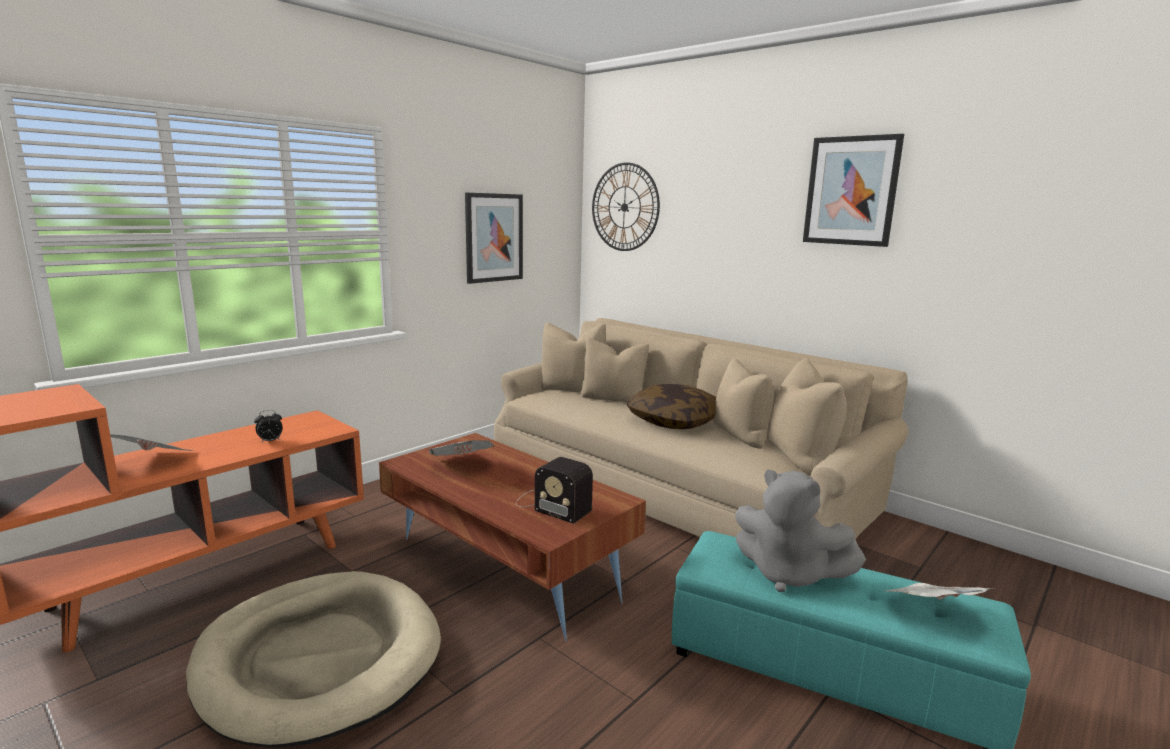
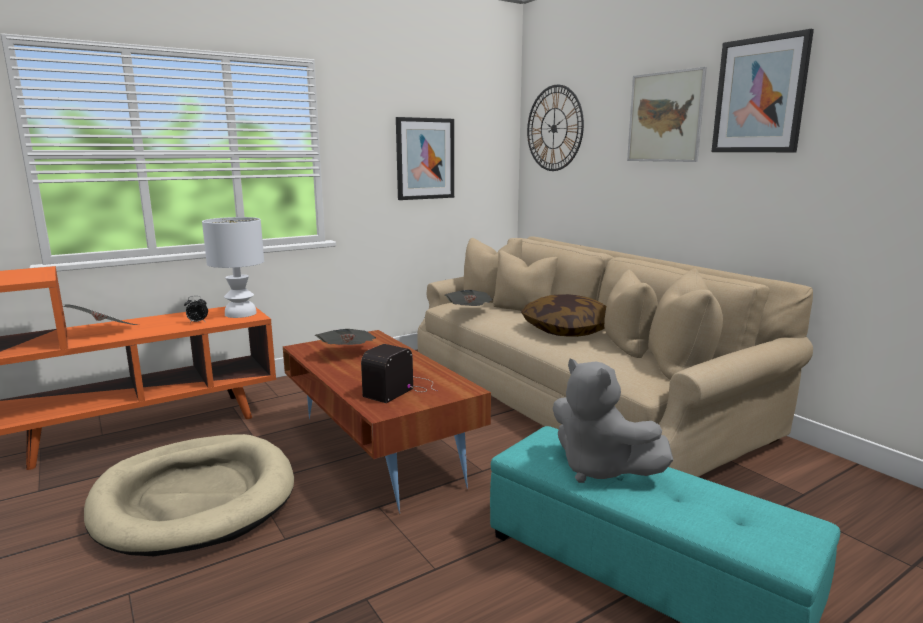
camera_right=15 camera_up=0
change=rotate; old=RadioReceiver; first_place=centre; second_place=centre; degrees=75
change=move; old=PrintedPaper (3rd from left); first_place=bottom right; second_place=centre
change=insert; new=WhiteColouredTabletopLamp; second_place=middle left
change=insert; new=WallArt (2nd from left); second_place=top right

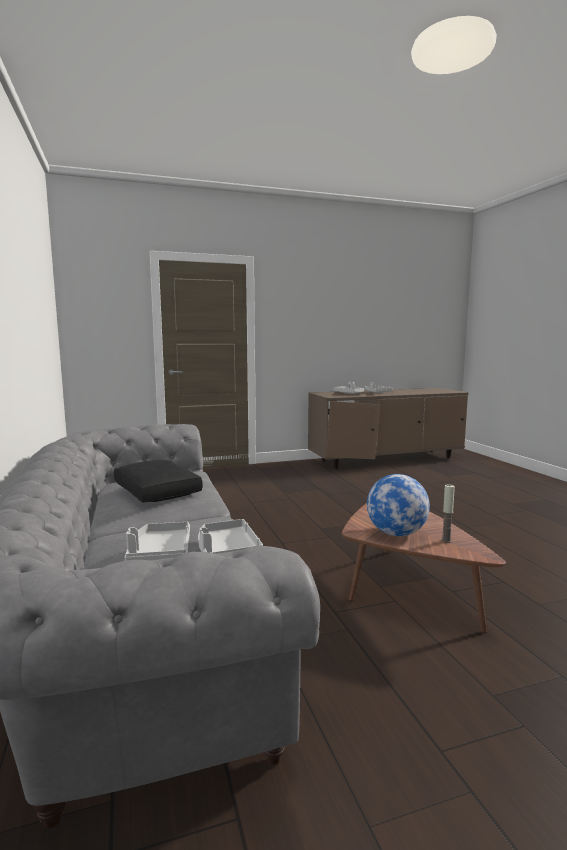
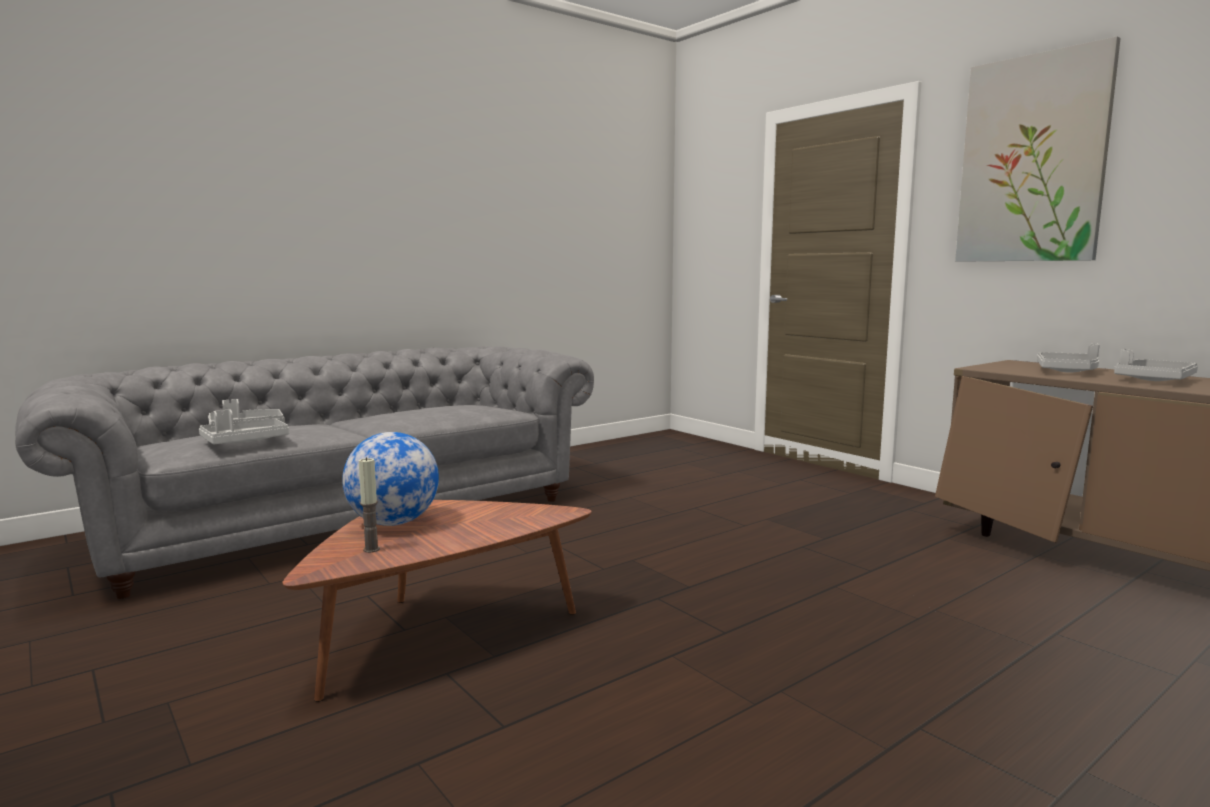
camera_right=70 camera_up=0
change=delete; old=BlackColouredPillow; first_place=middle left
change=insert; new=WallArt; second_place=top right

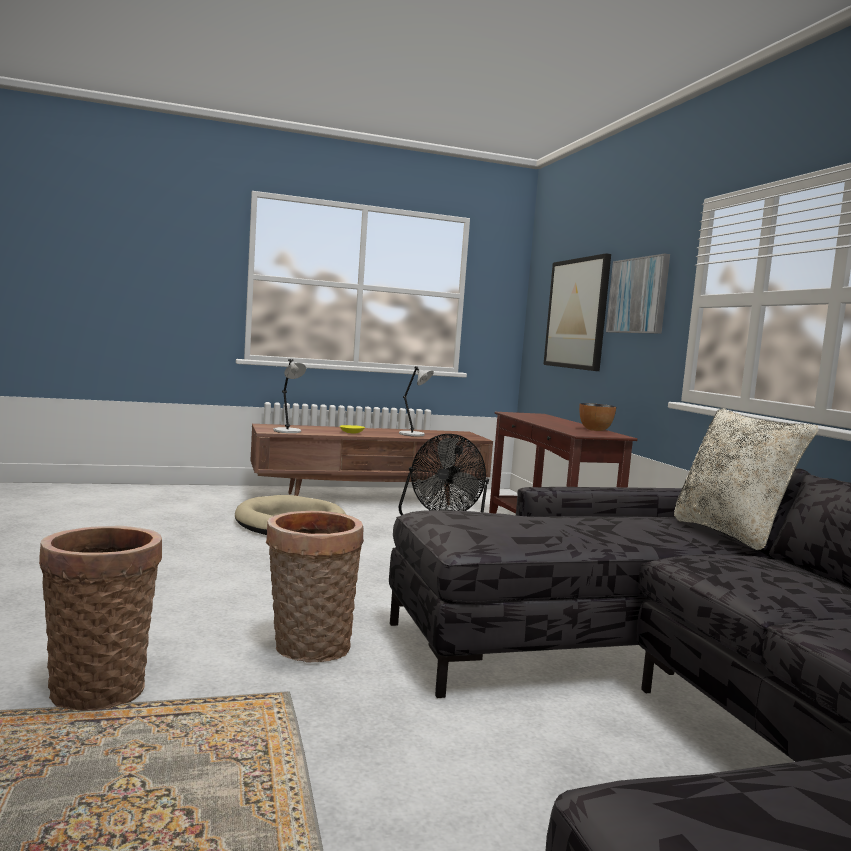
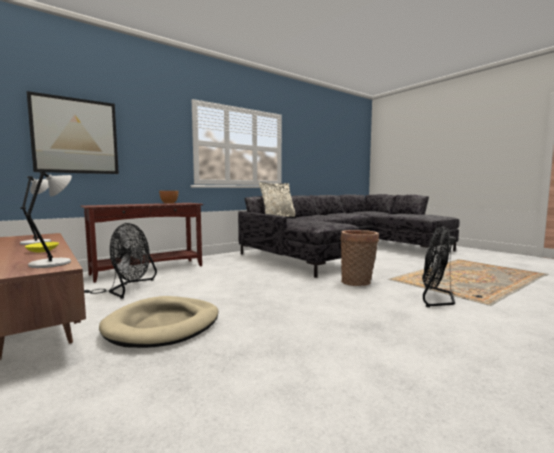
camera_right=-110 camera_up=0
change=replace; old=Basket (1st from left); new=BlackColouredFan (2nd from left); first_place=bottom left; second_place=middle right
change=delete; old=WallArt (2nd from left); first_place=middle right

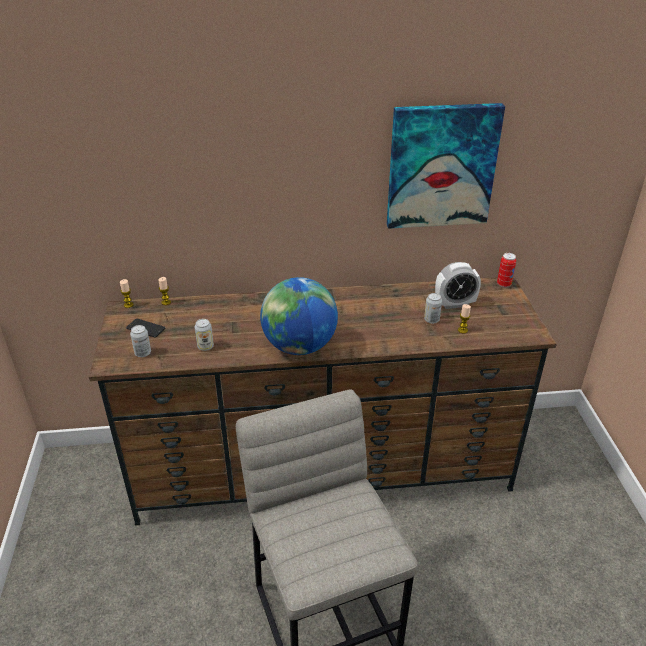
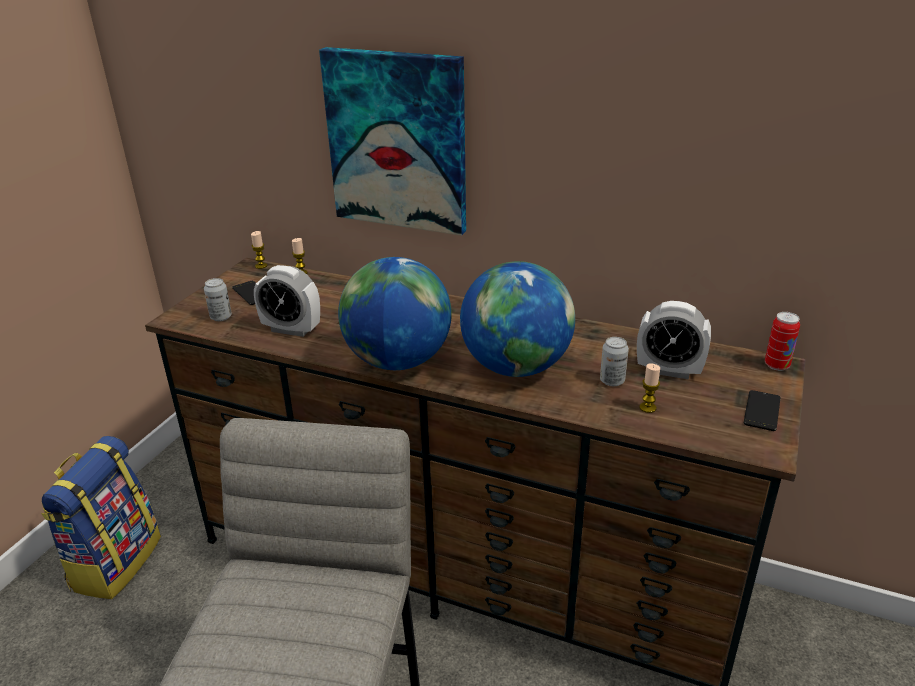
camera_right=30 camera_up=-5
change=replace; old=MetalCan (2nd from left); new=BedsideClock (1st from left); first_place=middle left; second_place=middle left
change=move; old=WallArt; first_place=top right; second_place=top centre
change=insert; new=Knapsack; second_place=bottom left
change=insert; new=DeskGlobe (2nd from left); second_place=centre
change=insert; new=Handset (2nd from left); second_place=middle right

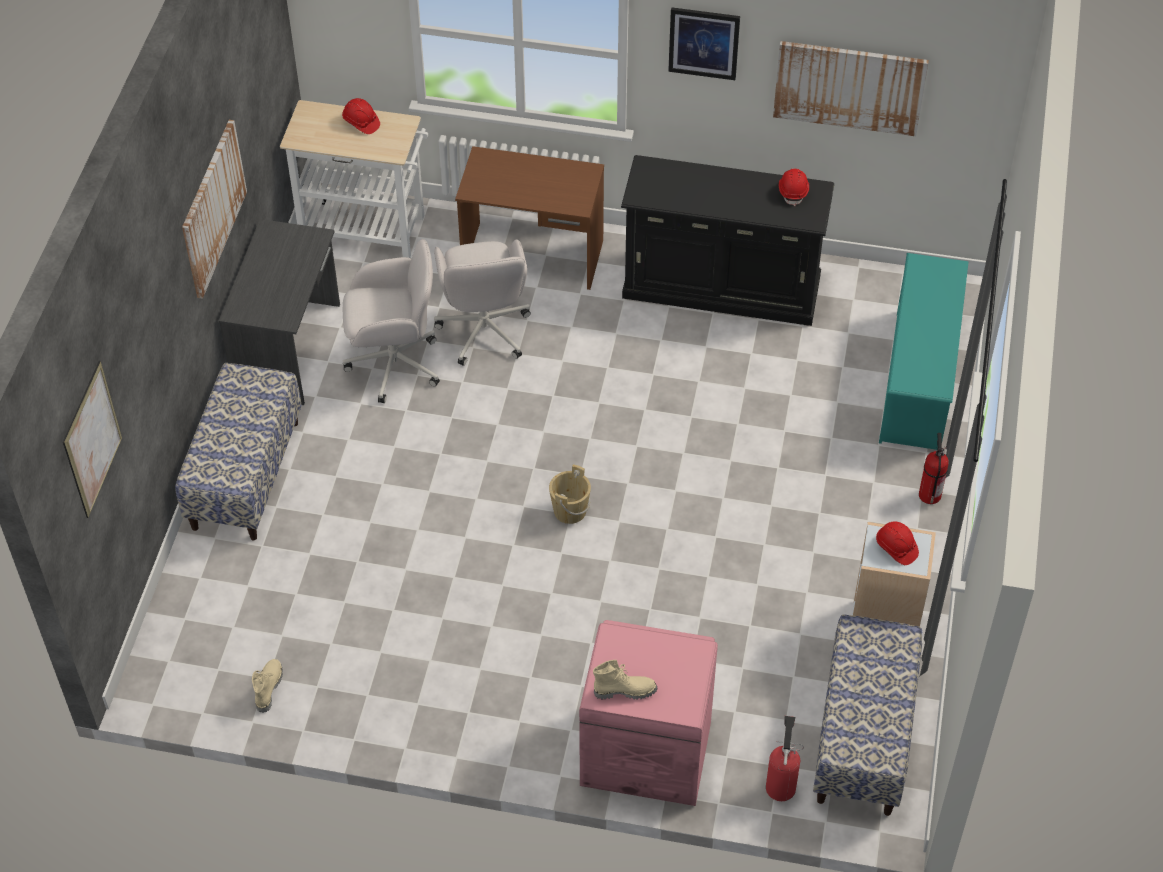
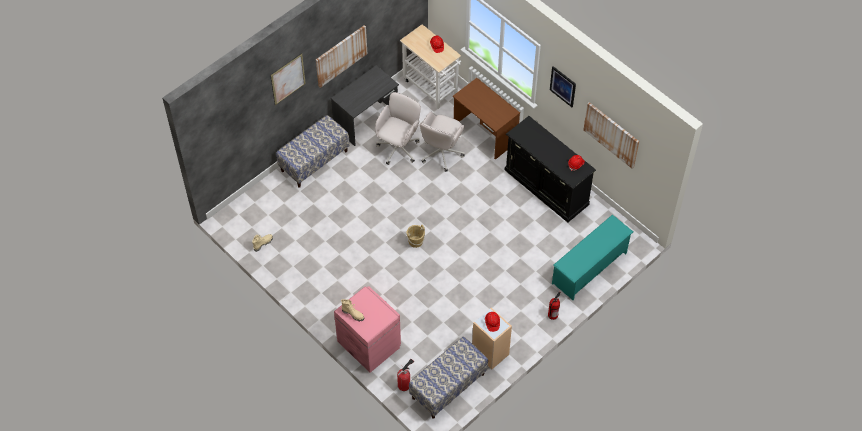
camera_right=35 camera_up=5
change=move; old=WallArt (1st from left); first_place=middle left; second_place=top centre
change=rotate; old=WhiteColouredDeskChair (1st from left); first_place=centre; second_place=top centre; degrees=-90

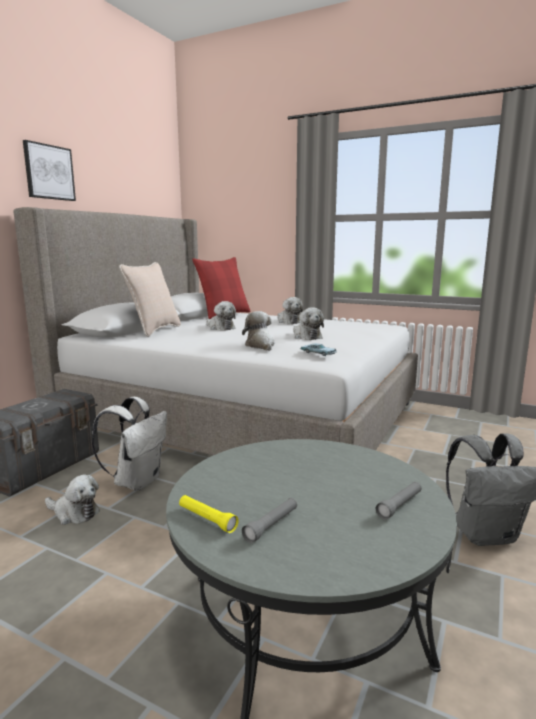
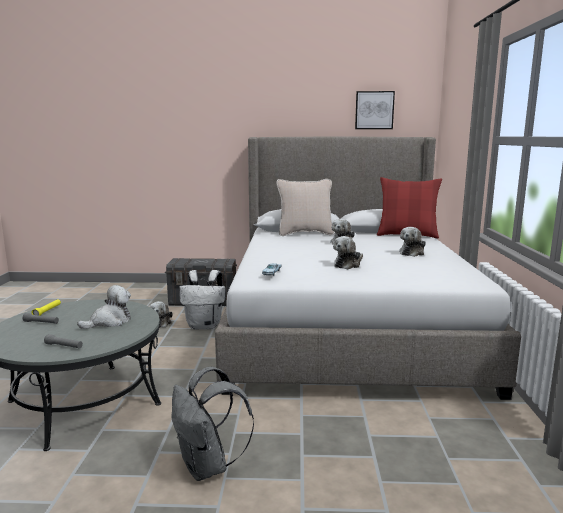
camera_right=65 camera_up=0
change=move; old=WallArt; first_place=top left; second_place=top centre
change=move; old=SoftToy (3rd from left in the first image); new=SoftToy (1st from left); first_place=centre; second_place=middle left

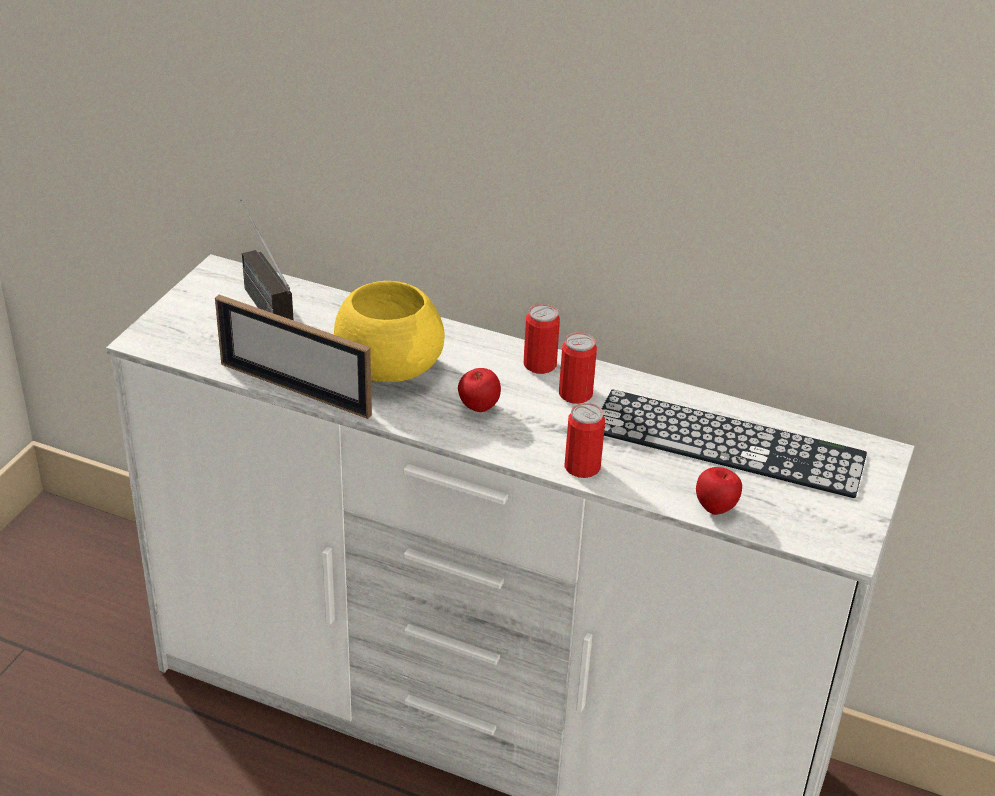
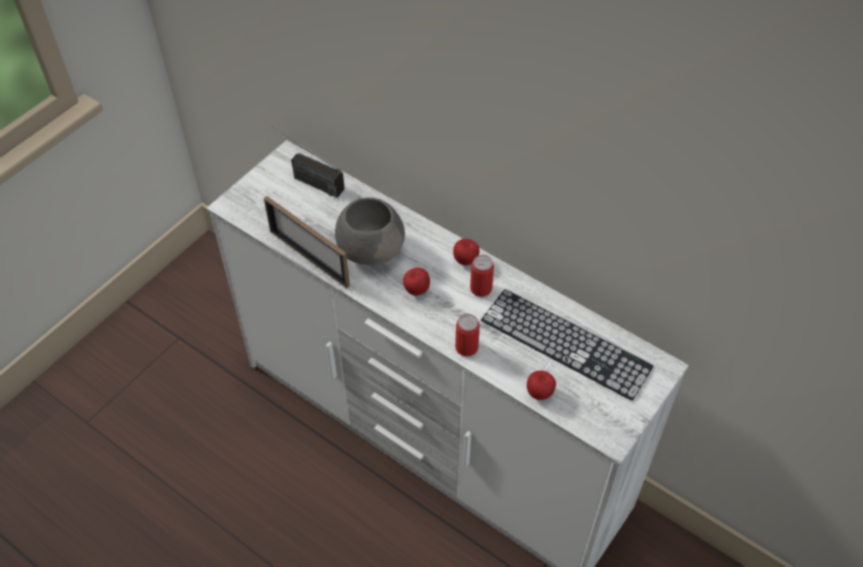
camera_right=15 camera_up=15
change=rotate; old=RadioReceiver; first_place=top left; second_place=top centre; degrees=-45
change=recolor; old=YellowColouredBowl; new=GreyBowl; first_place=centre; second_place=centre
change=replace; old=MetalCan (1st from left); new=WholeApple (2nd from left); first_place=centre; second_place=centre

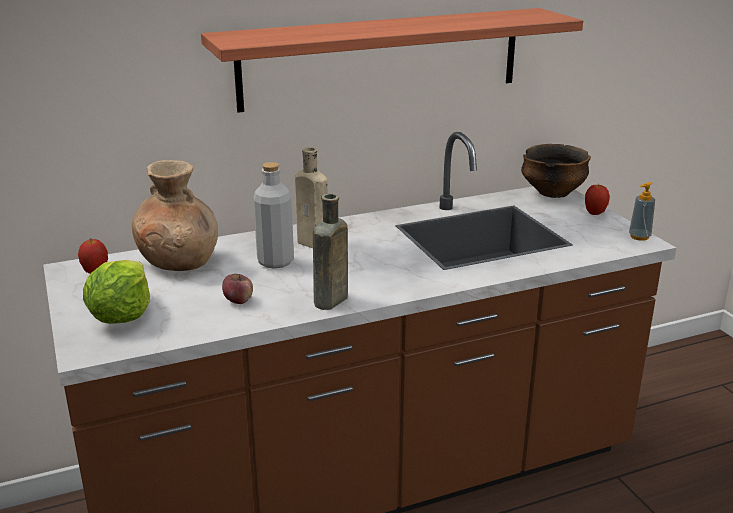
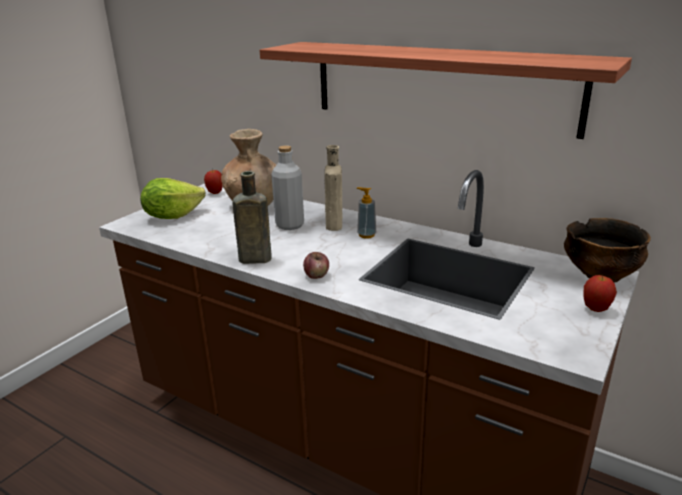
camera_right=55 camera_up=0
change=move; old=WholeApple (2nd from left); first_place=middle left; second_place=centre
change=move; old=SoapBottle; first_place=middle right; second_place=centre

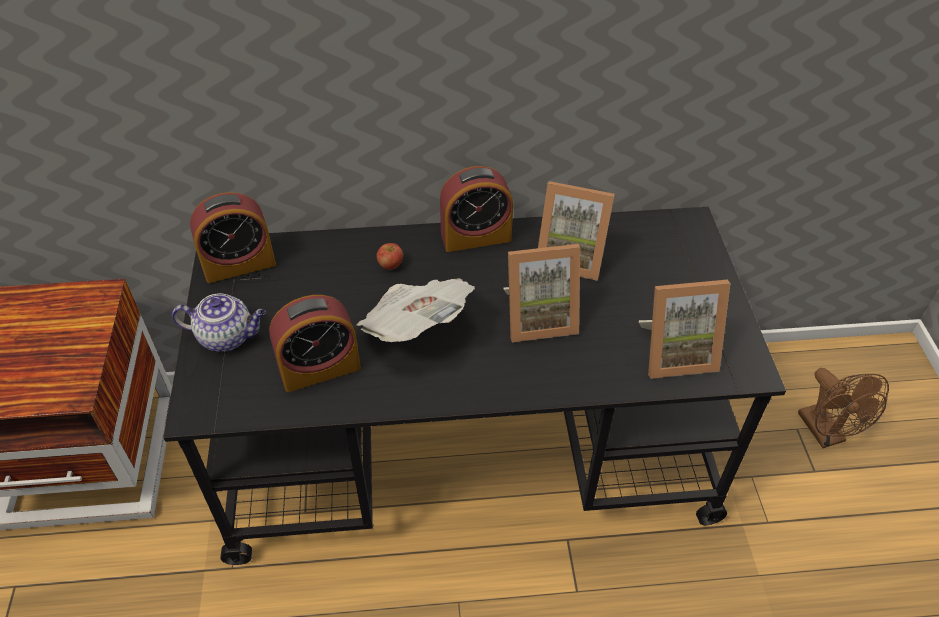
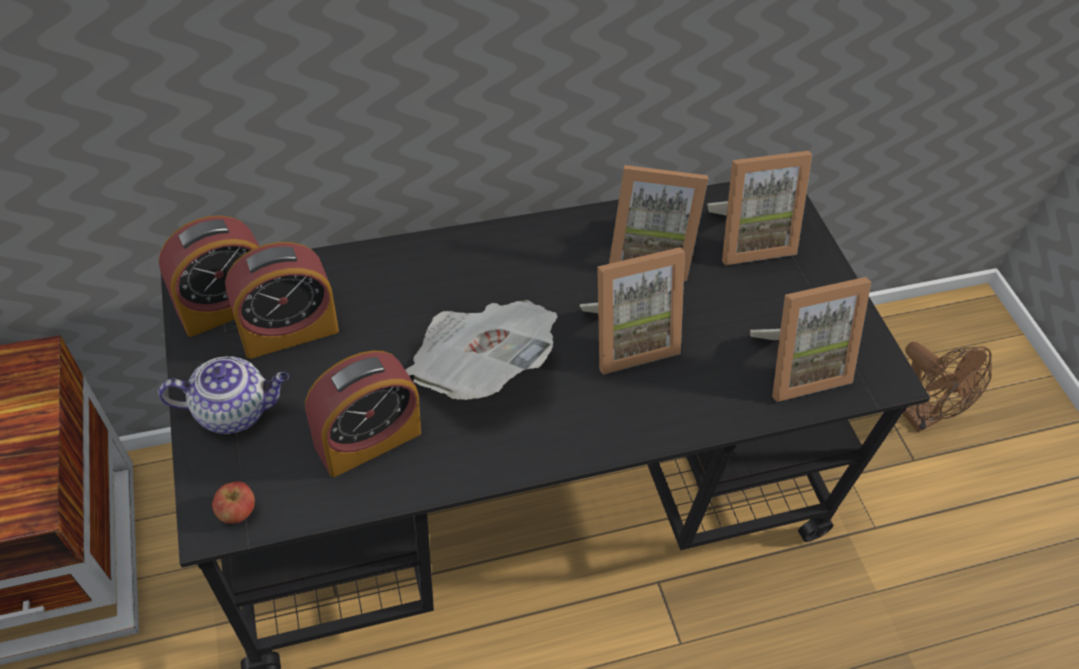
camera_right=-15 camera_up=5
change=move; old=WholeApple; first_place=centre; second_place=bottom left
change=move; old=BedsideClock (3rd from left in the first image); new=BedsideClock (2nd from left); first_place=centre; second_place=middle left
change=insert; new=StandingFrame (3rd from left); second_place=top right

